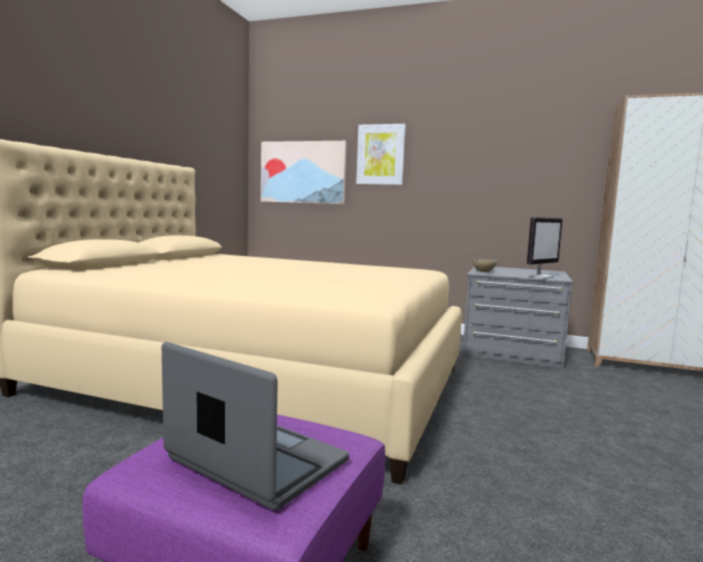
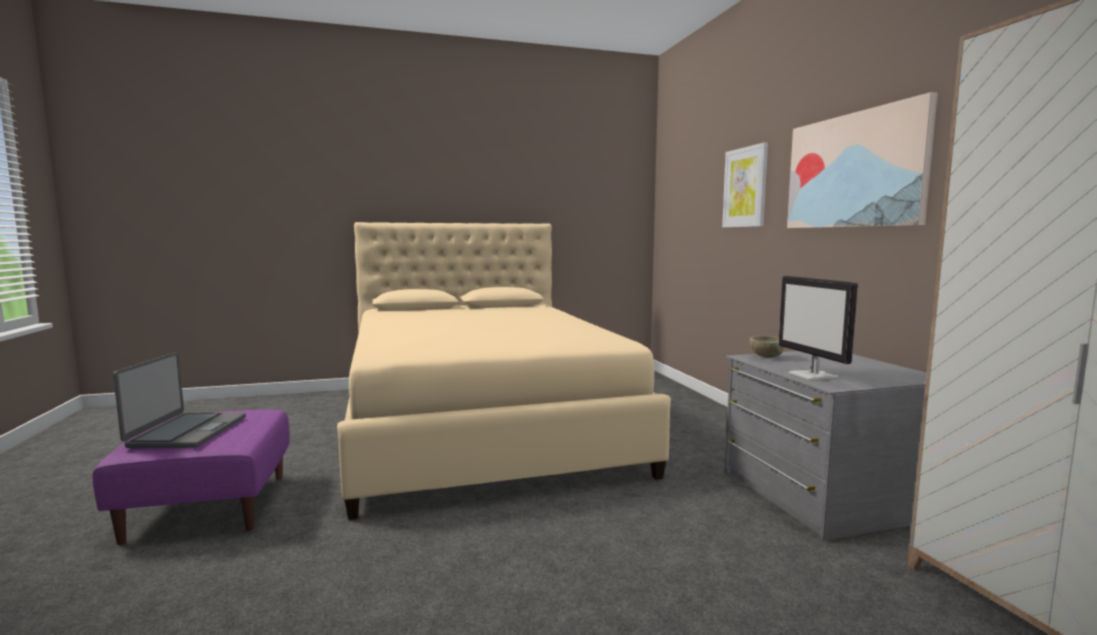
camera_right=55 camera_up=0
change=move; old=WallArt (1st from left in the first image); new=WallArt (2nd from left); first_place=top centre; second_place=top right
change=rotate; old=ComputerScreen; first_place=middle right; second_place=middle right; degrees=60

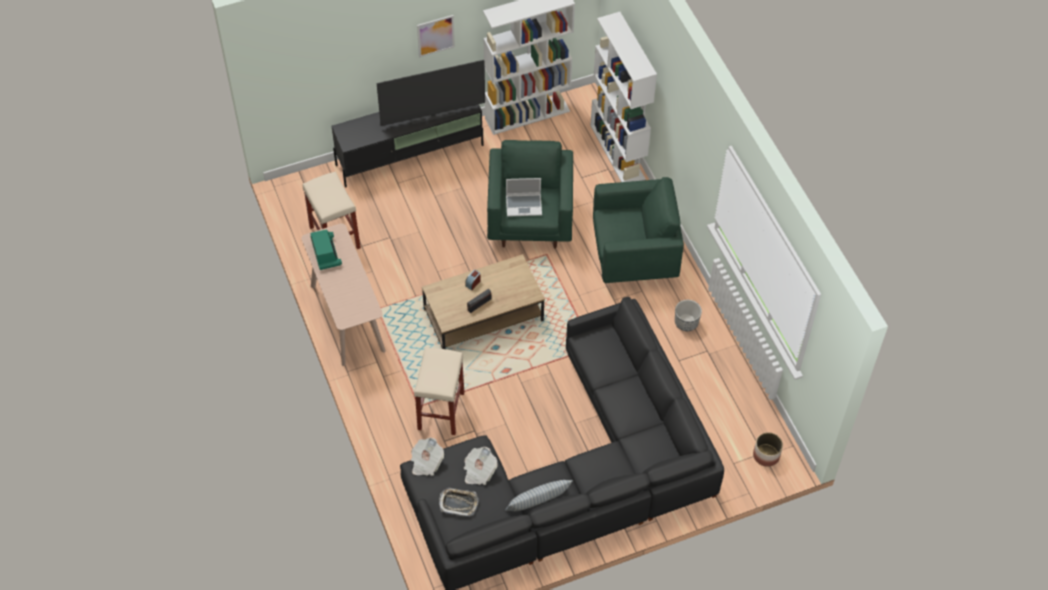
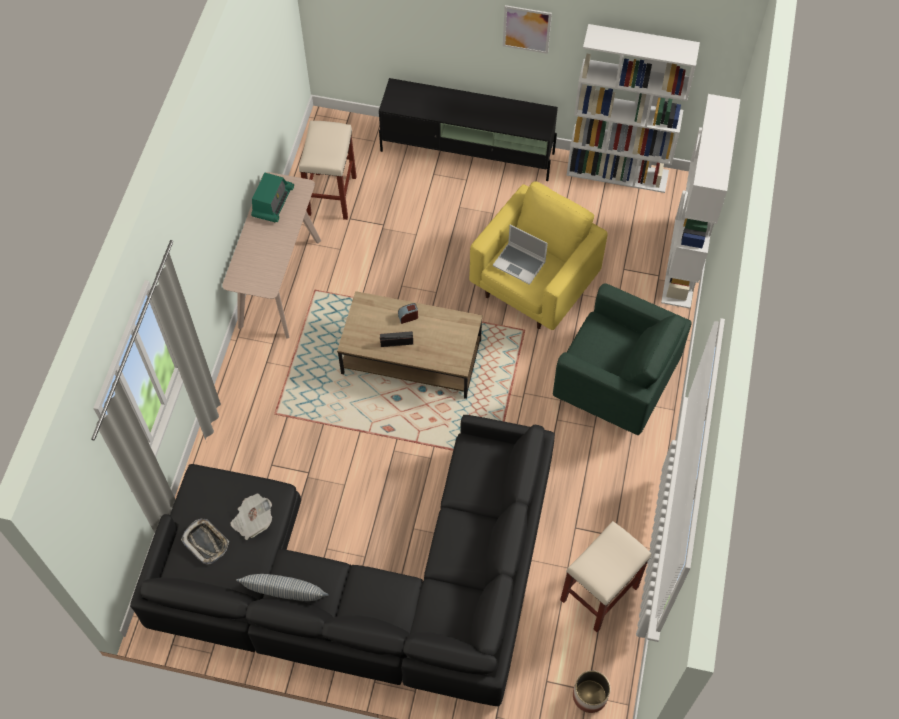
camera_right=35 camera_up=5
change=delete; old=TvSet; first_place=top centre
change=delete; old=PrintedPaper (1st from left); first_place=bottom centre
change=move; old=SandColouredStool (2nd from left); first_place=centre; second_place=bottom right
change=recolor; old=GreenColouredArmchair (1st from left); new=YellowColouredArmchair; first_place=top centre; second_place=centre
change=delete; old=Planter (1st from left); first_place=centre

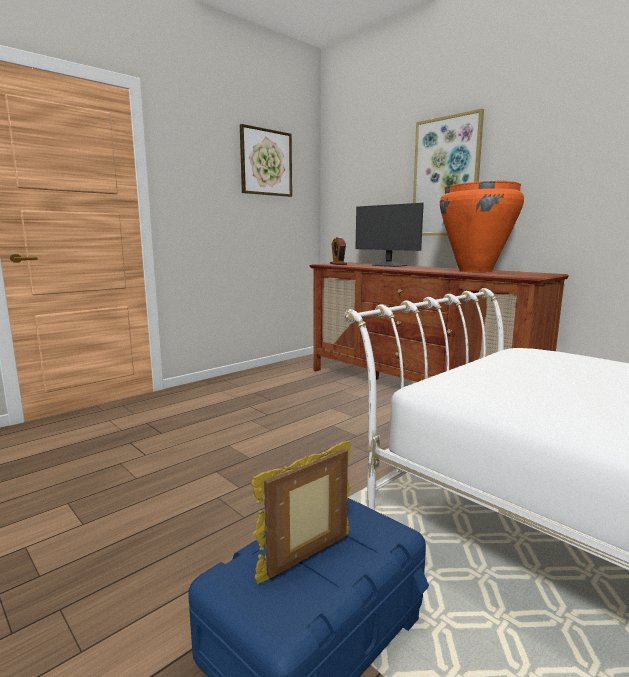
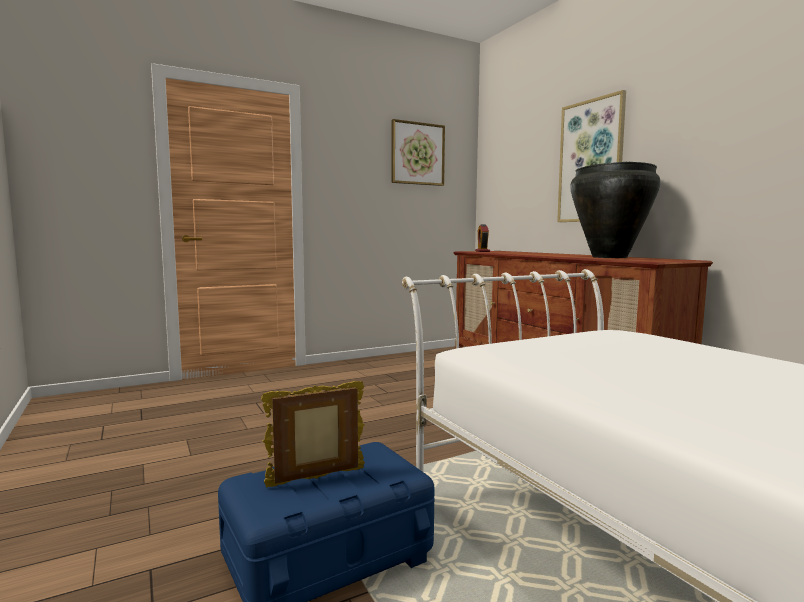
camera_right=15 camera_up=-5
change=delete; old=ComputerScreen; first_place=centre
change=recolor; old=OrangeFlowerVase; new=BlackColouredFlowerVase; first_place=middle right; second_place=middle right

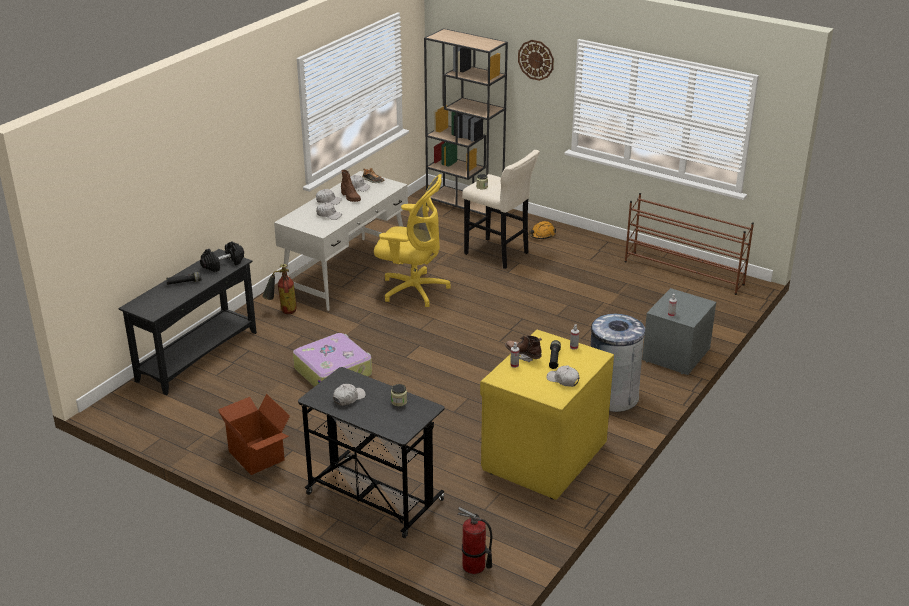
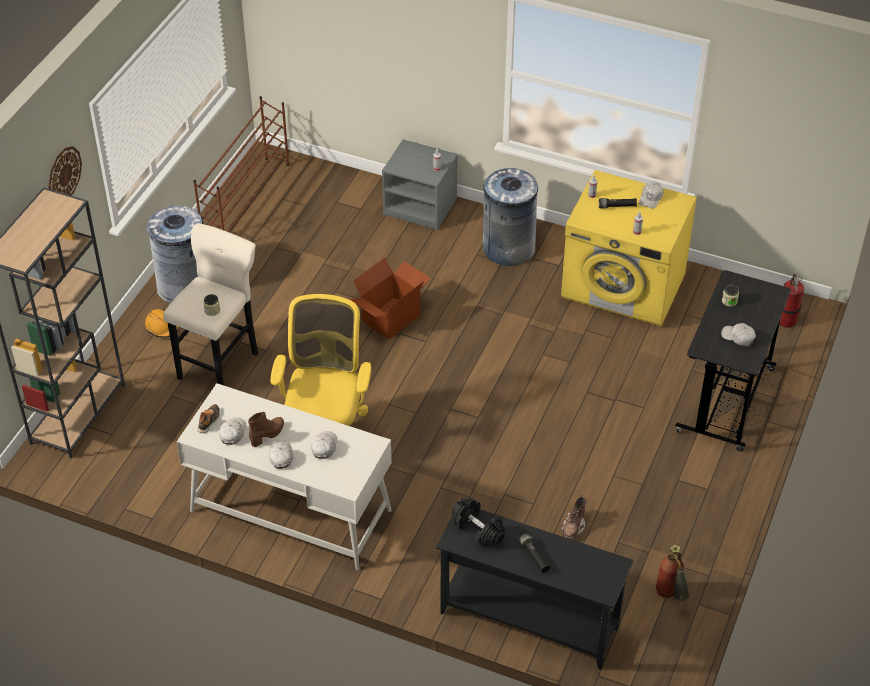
camera_right=-100 camera_up=15
change=move; old=Carton; first_place=bottom left; second_place=centre
change=move; old=Extinguisher (1st from left); first_place=middle left; second_place=bottom right
change=delete; old=Suitcase; first_place=centre
change=move; old=BrownColouredHighTopBoot (2nd from left); first_place=centre; second_place=bottom centre
change=insert; new=GreyTrashCan (1st from left); second_place=middle left

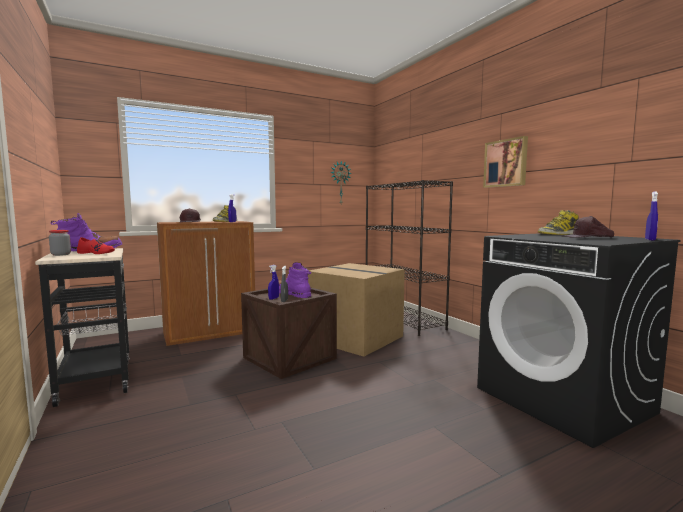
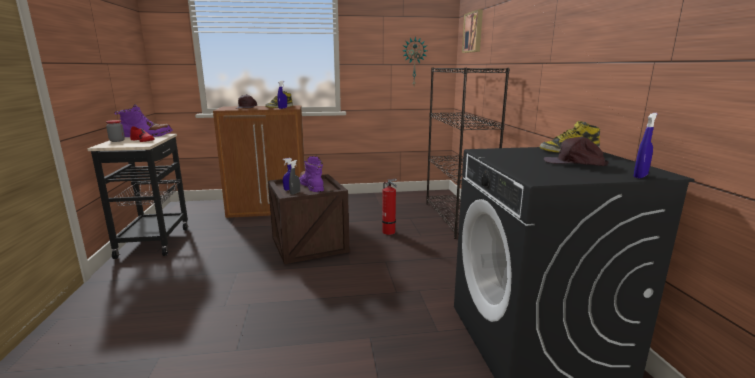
camera_right=20 camera_up=10
change=replace; old=Carton; new=Extinguisher; first_place=centre; second_place=centre
change=move; old=WallArt; first_place=top right; second_place=top centre

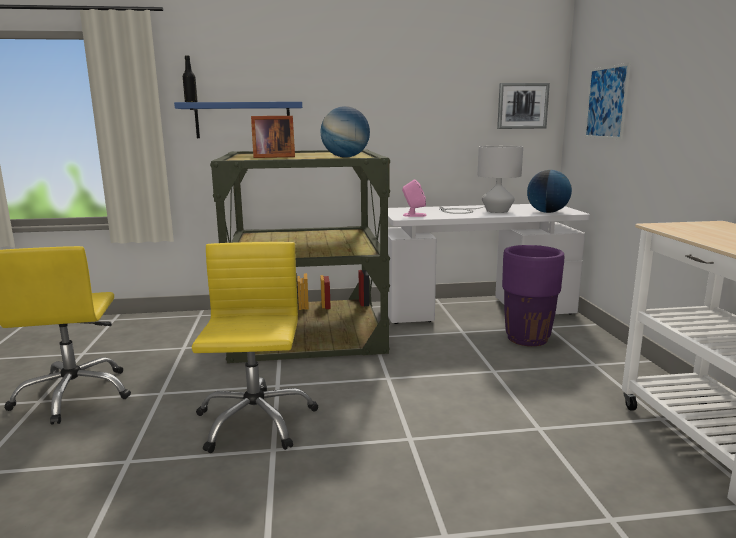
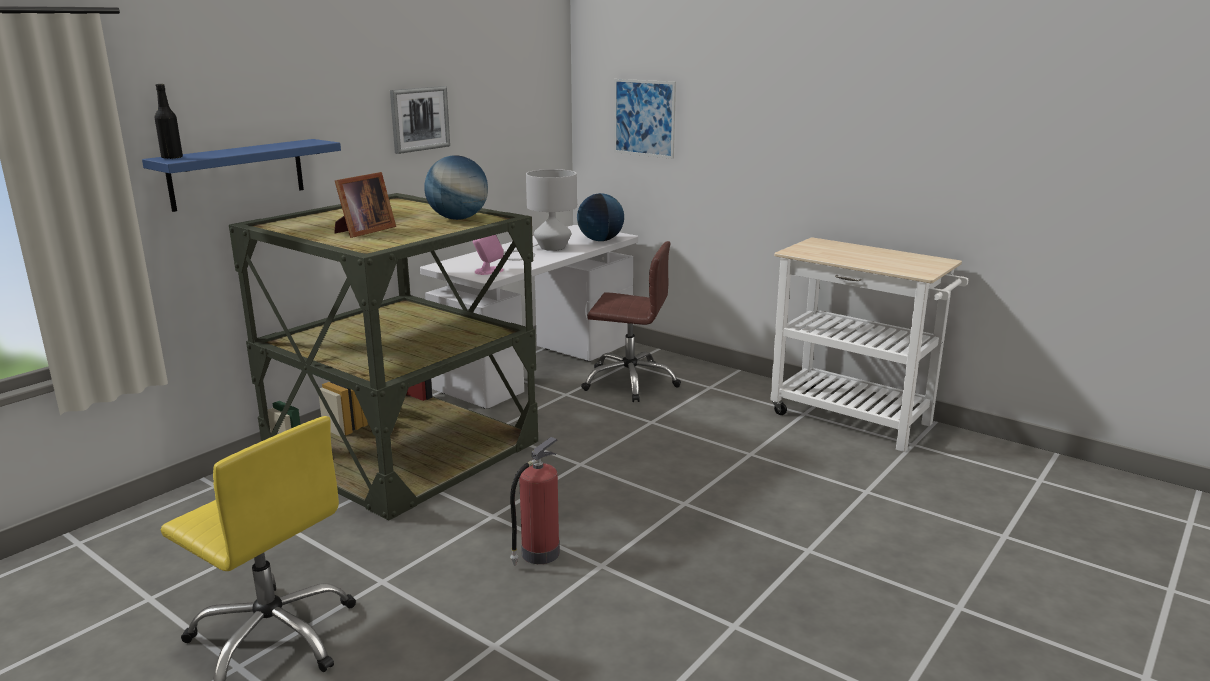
camera_right=-45 camera_up=5
change=replace; old=YellowColouredDeskChair (2nd from left); new=Extinguisher; first_place=centre; second_place=bottom centre
change=move; old=WallArt (1st from left); first_place=top right; second_place=top centre
change=replace; old=PurpleColouredPlanter; new=BrownColouredDeskChair; first_place=middle right; second_place=centre

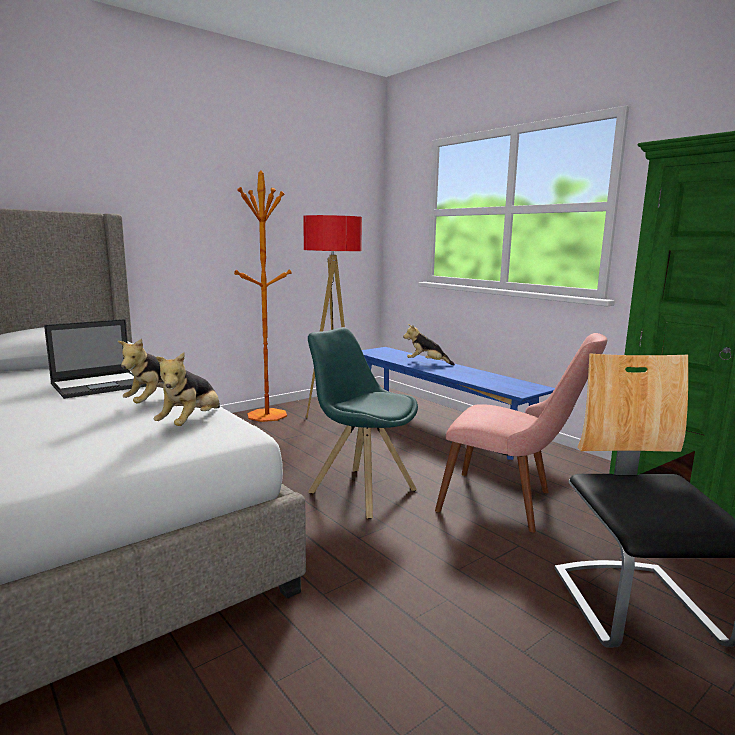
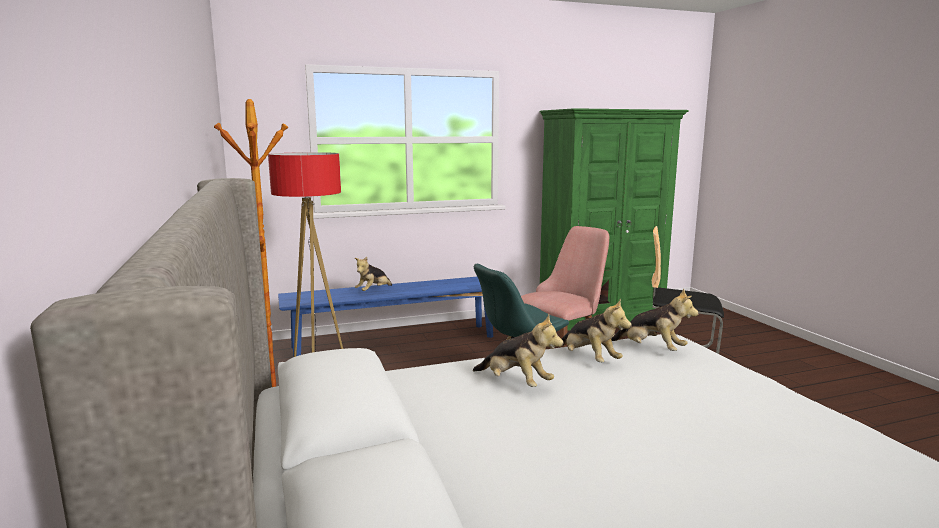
camera_right=-70 camera_up=0
change=replace; old=PortableComputer; new=SoftToy (2nd from left); first_place=middle left; second_place=centre

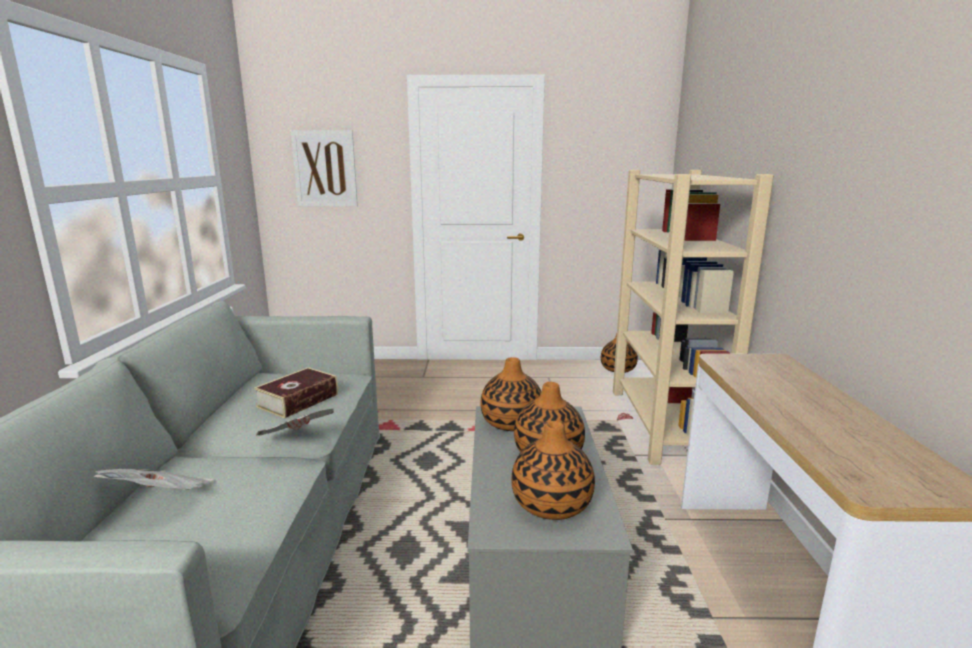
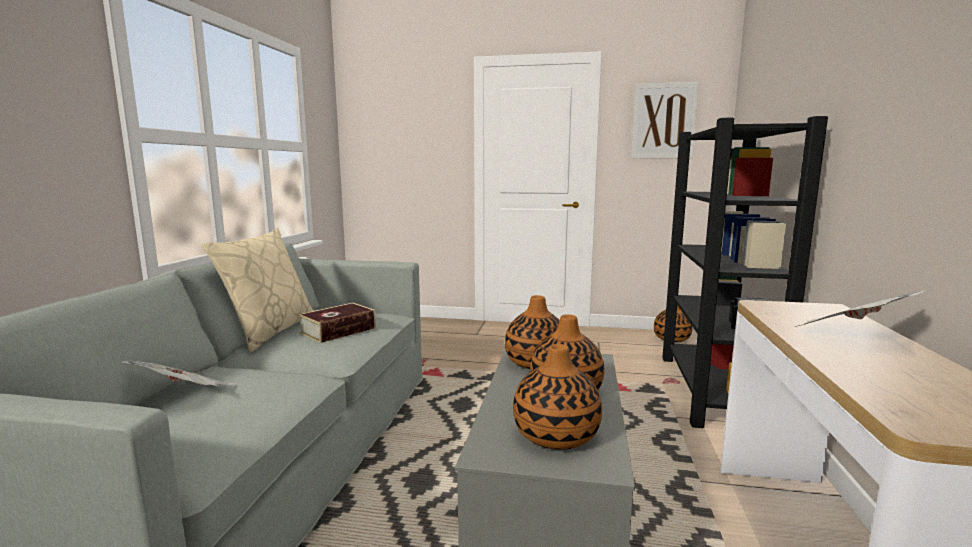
camera_right=10 camera_up=-5
change=move; old=PrintedPaper (2nd from left); first_place=middle left; second_place=middle right
change=move; old=WallArt; first_place=top centre; second_place=top right
change=recolor; old=SandColouredBookshelf; new=BlackColouredBookshelf; first_place=middle right; second_place=middle right
change=insert; new=SandColouredPillow; second_place=middle left

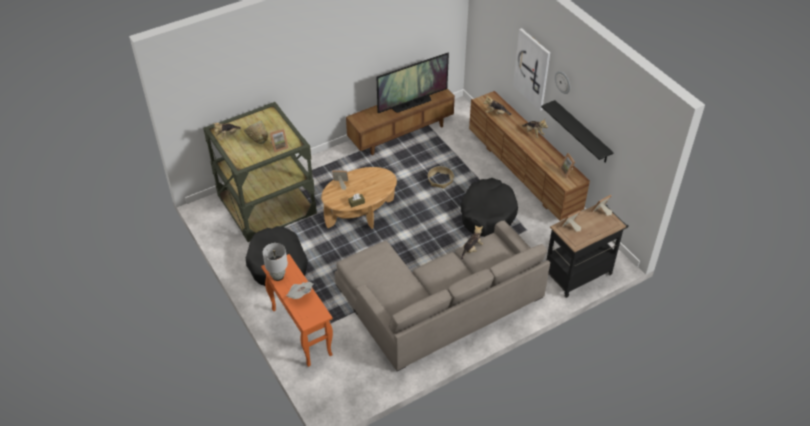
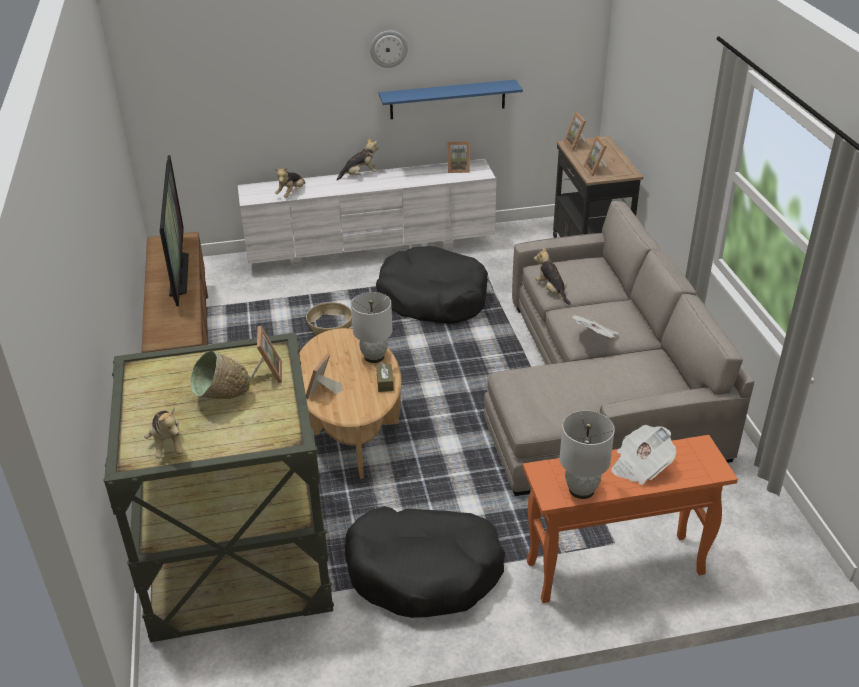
camera_right=-70 camera_up=-10
change=recolor; old=BrownColouredCupboard; new=WhiteColouredCupboard; first_place=centre; second_place=top centre
change=delete; old=WallArt; first_place=top centre
change=recolor; old=BlackColouredShelf; new=BlueShelf; first_place=top right; second_place=top centre
change=insert; new=WhiteColouredTabletopLamp (1st from left); second_place=centre
change=insert; new=PrintedPaper (1st from left); second_place=middle right

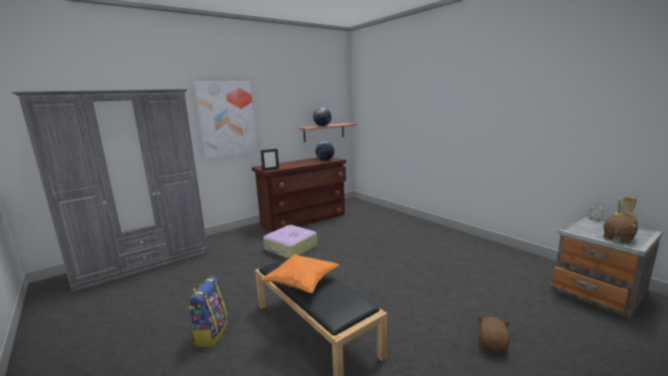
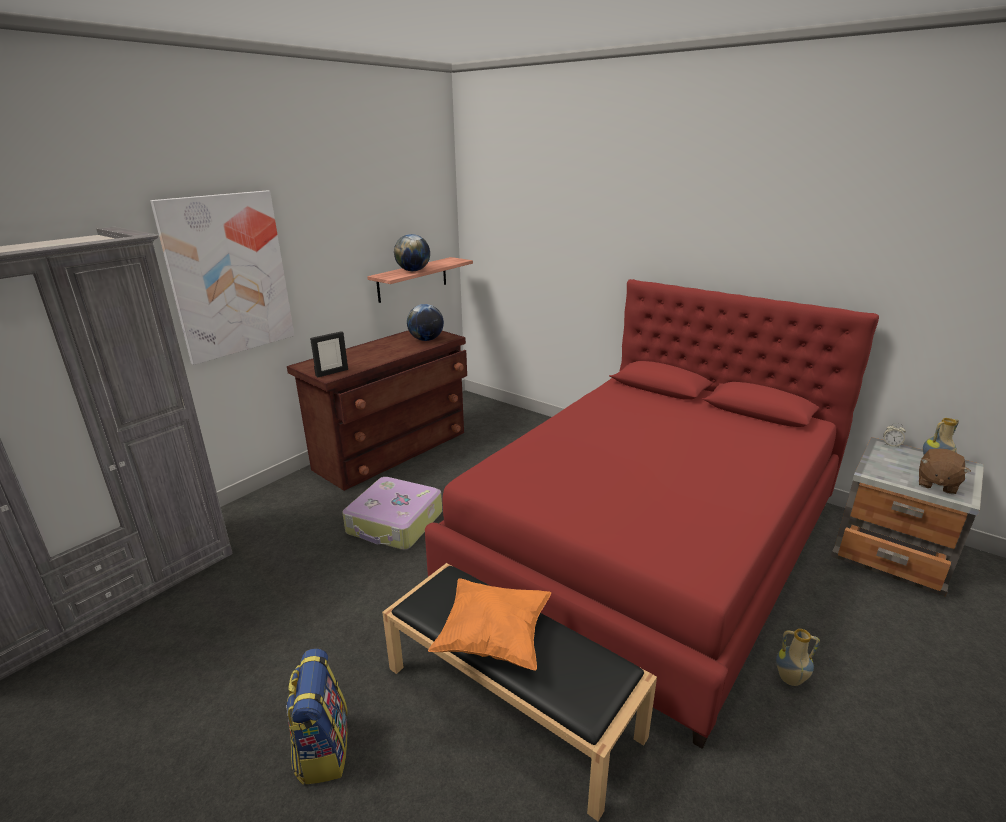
camera_right=-15 camera_up=10
change=replace; old=BrownColouredSoftToy (1st from left); new=FlowerVase (1st from left); first_place=bottom right; second_place=bottom right
change=insert; new=RedBedroomBed; second_place=centre

